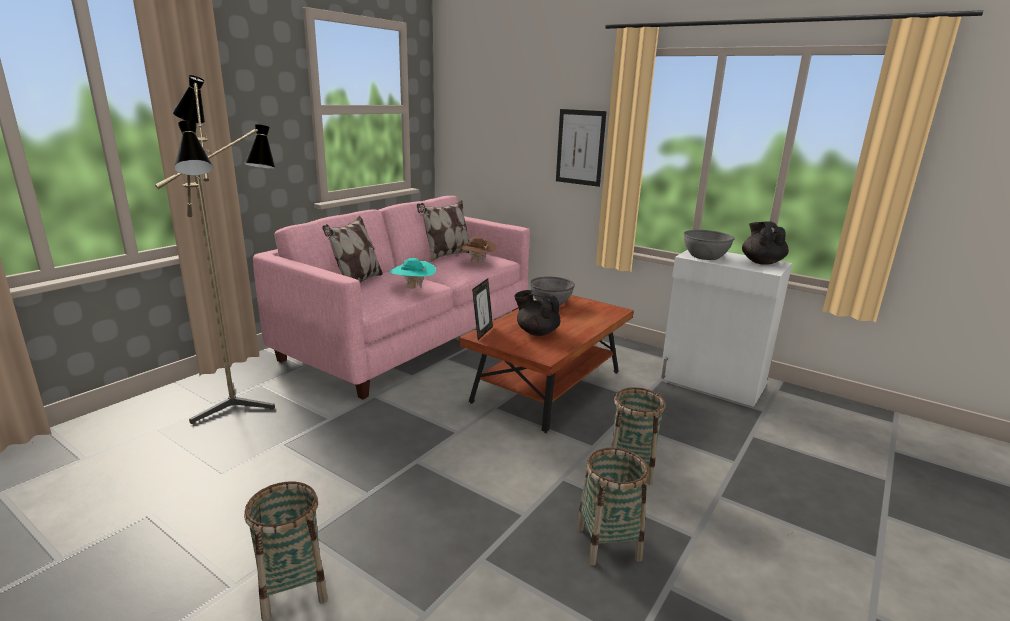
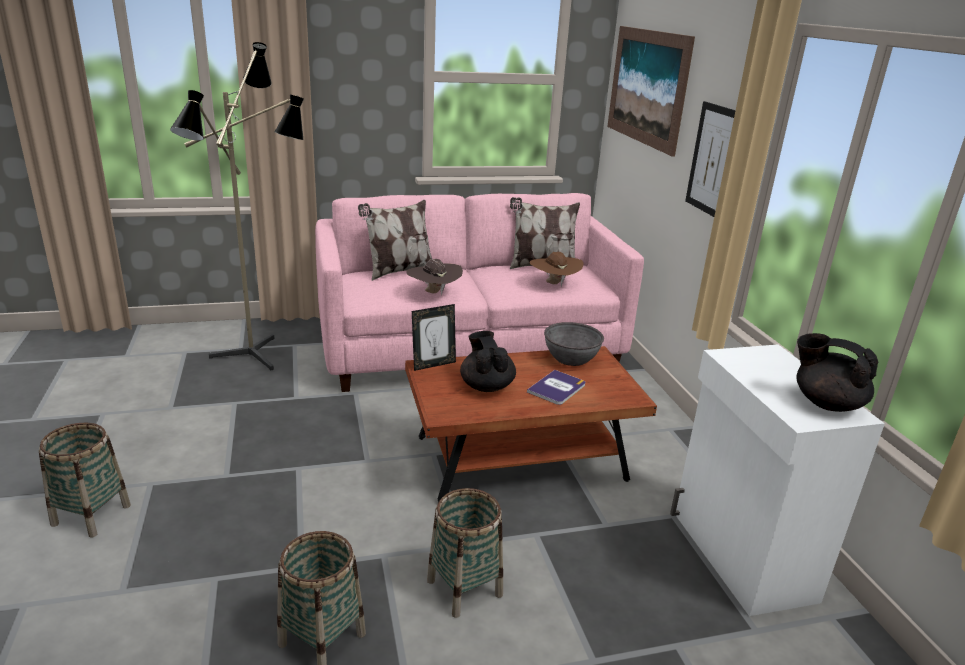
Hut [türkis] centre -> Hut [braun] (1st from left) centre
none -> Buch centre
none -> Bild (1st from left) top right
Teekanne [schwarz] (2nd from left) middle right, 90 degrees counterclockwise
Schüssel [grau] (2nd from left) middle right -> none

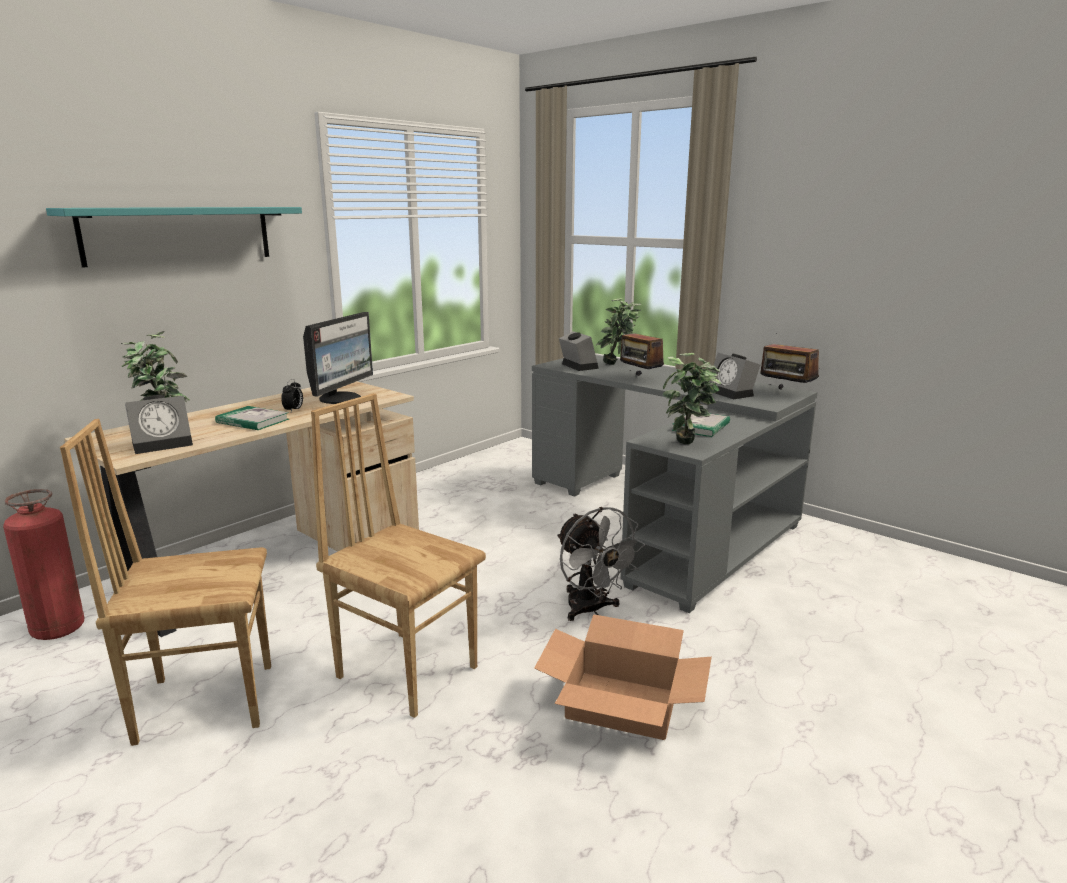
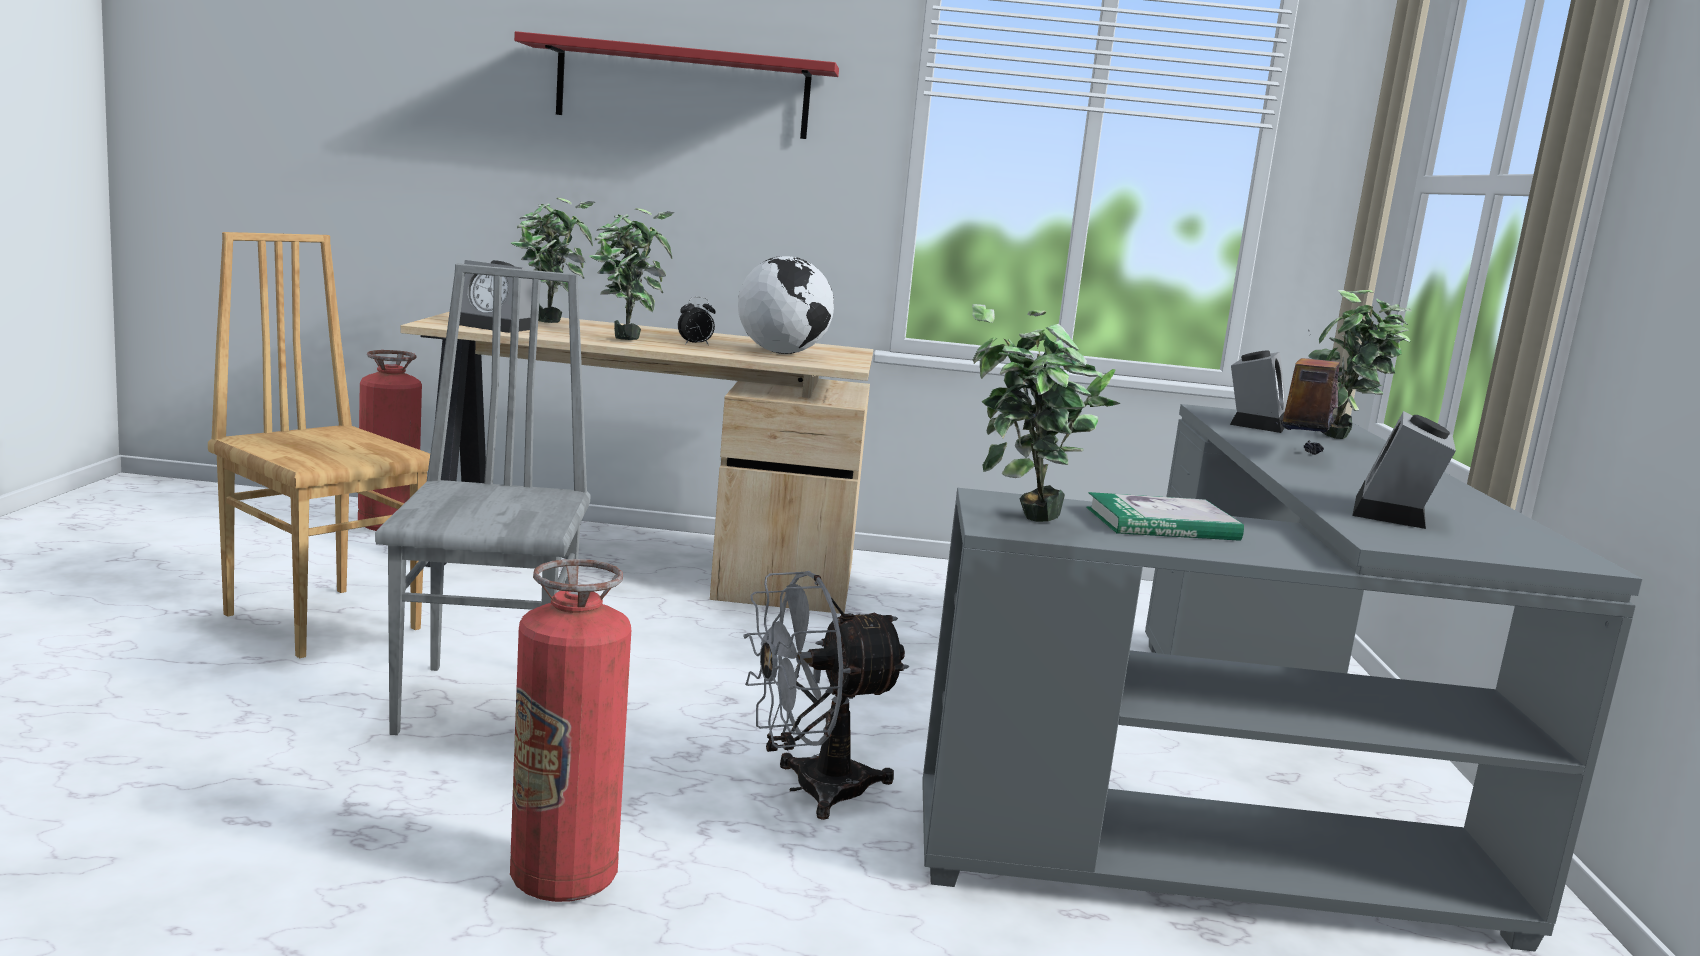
Stuhl [braun] (2nd from left) centre -> Stuhl [grau] middle left
Karton bottom centre -> Feuerlöscher (2nd from left) bottom centre
Wandregal [türkis] top left -> Wandregal [rot] top centre
Buch (1st from left) middle left -> Topfpflanze (2nd from left) top centre
Monitor middle left -> Globus top centre
Ventilator [grau] centre -> Ventilator [grau] bottom centre, 45 degrees clockwise
Radio (2nd from left) middle right -> none

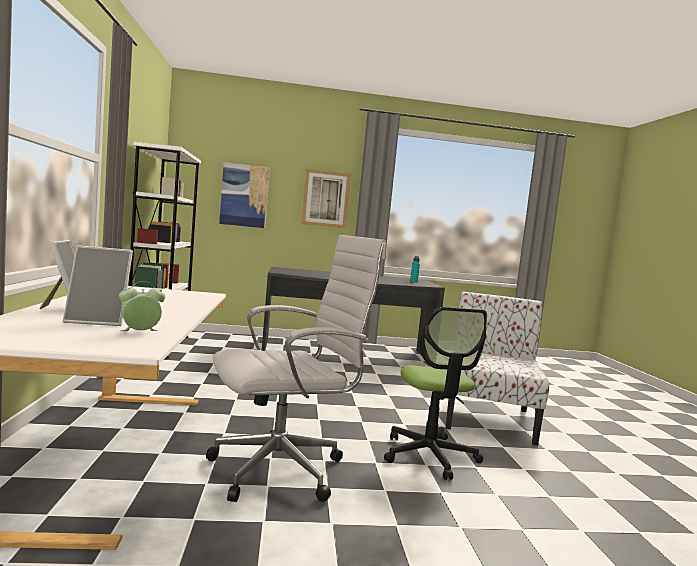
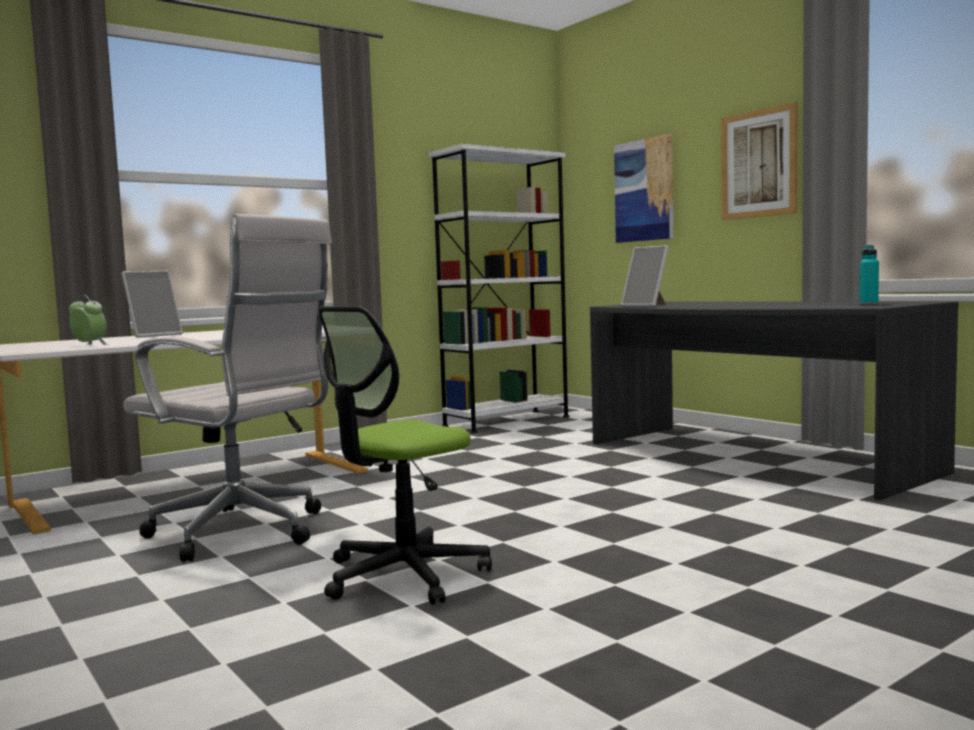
Bilderrahmen (2nd from left) middle left -> Bilderrahmen (2nd from left) centre, move
Stuhl middle right -> none

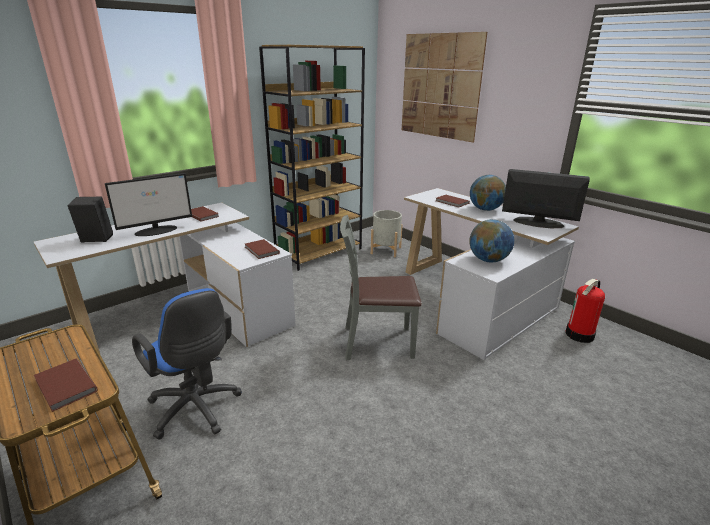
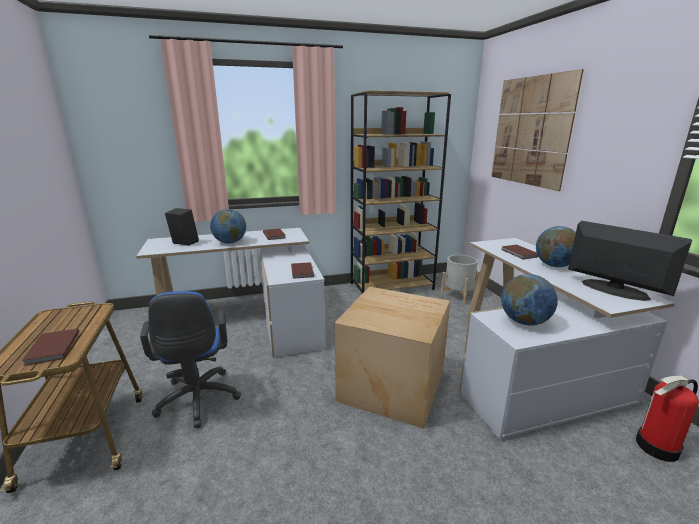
Monitor (1st from left) middle left -> Globus (1st from left) middle left
Stuhl [grau] centre -> Karton bottom centre

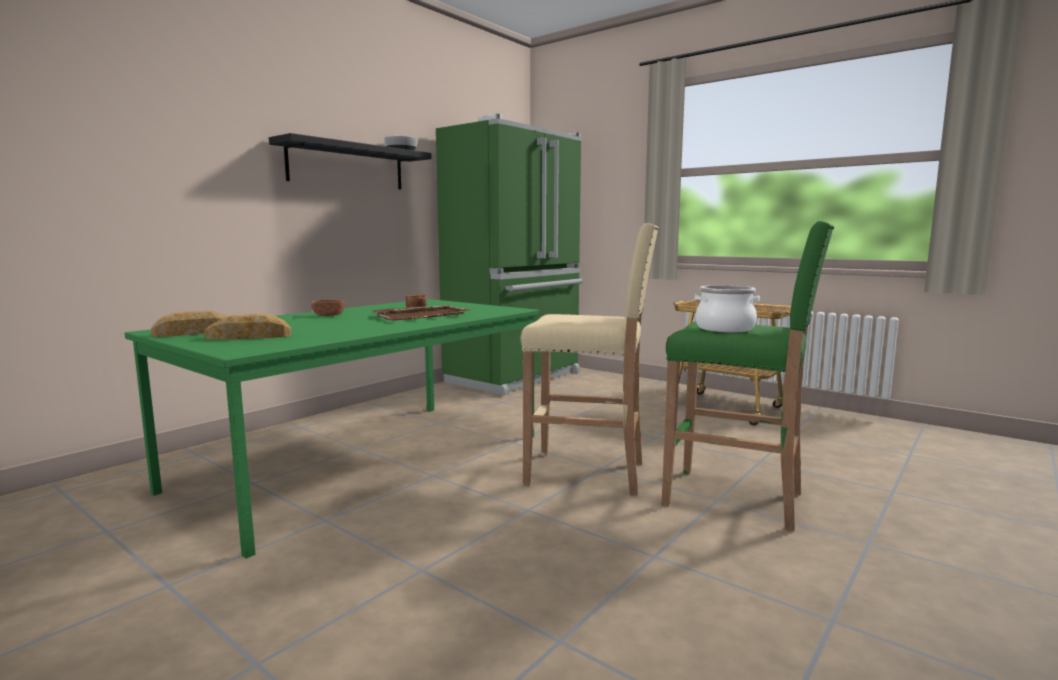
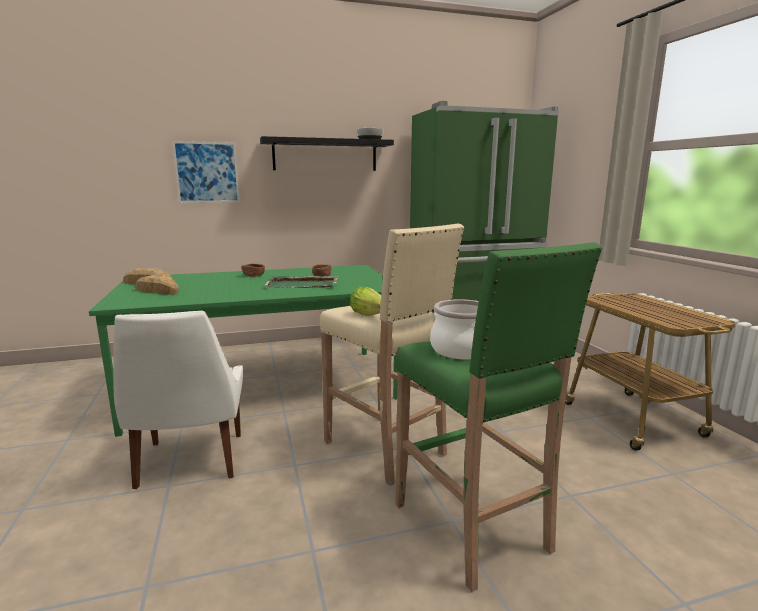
none -> Stuhl [weiß] middle left
none -> Bild top left
Tablett [braun] centre -> Tablett [grün] centre
none -> Salatkopf centre

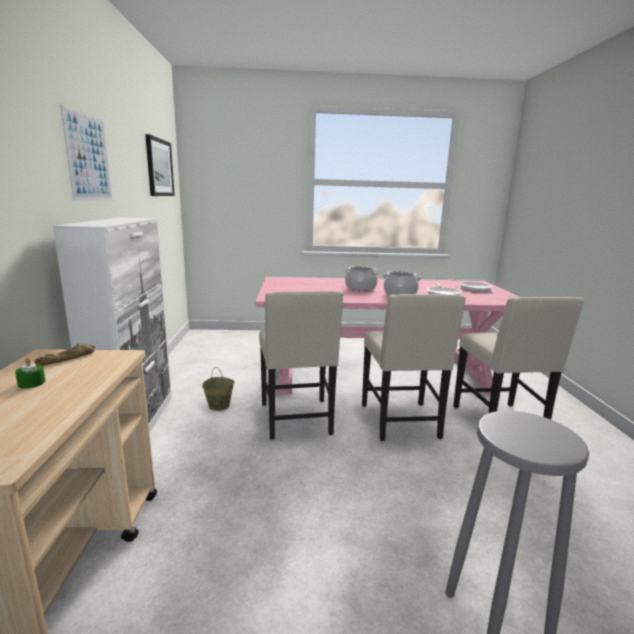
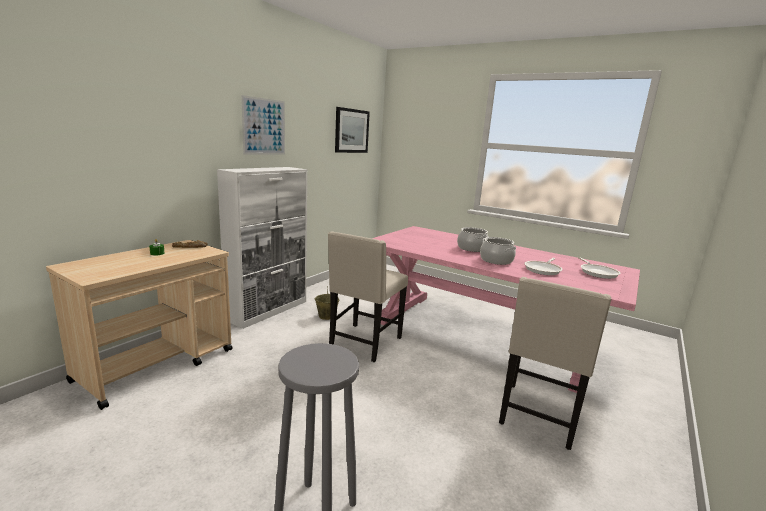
Stuhl [beige] (2nd from left) centre -> none

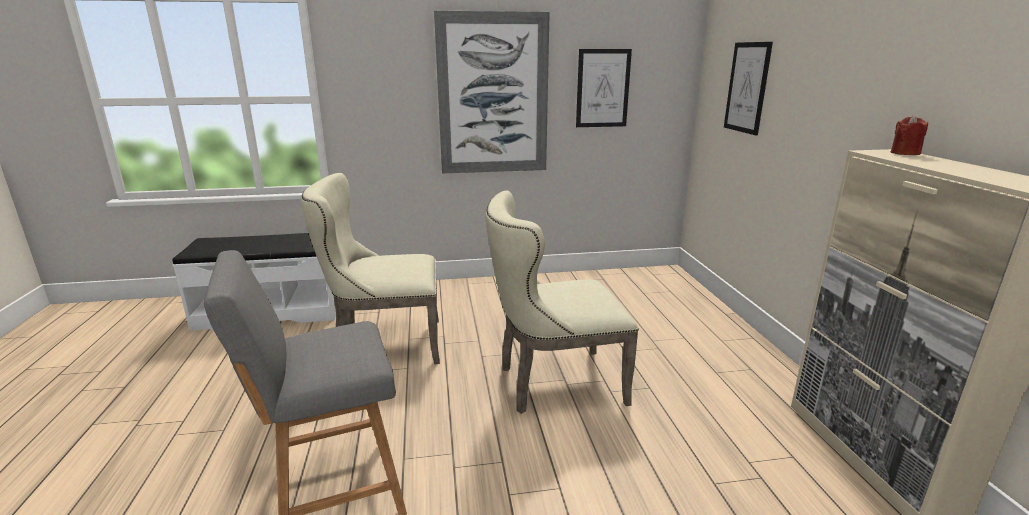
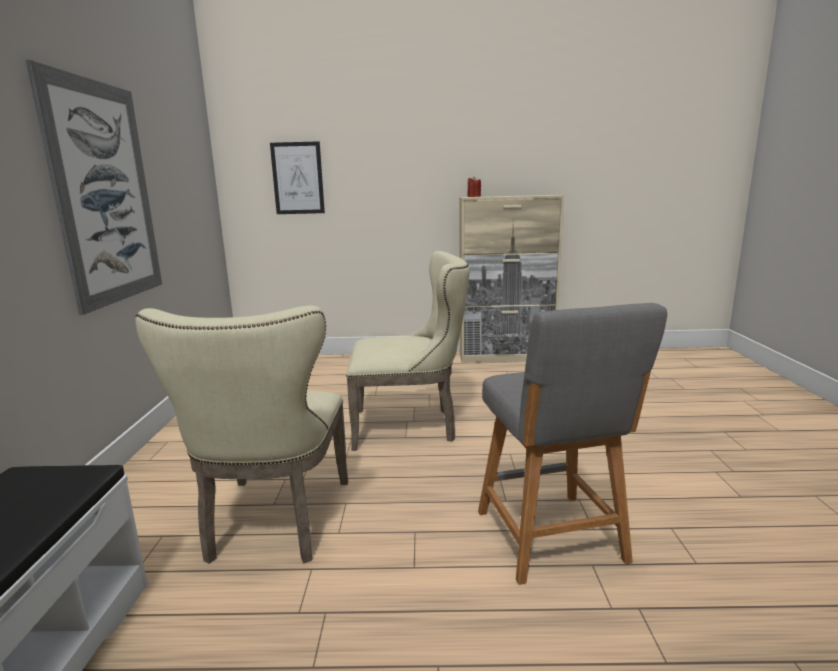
Stuhl [beige] (2nd from left) centre, 90 degrees counterclockwise
Bild (2nd from left) top centre -> none

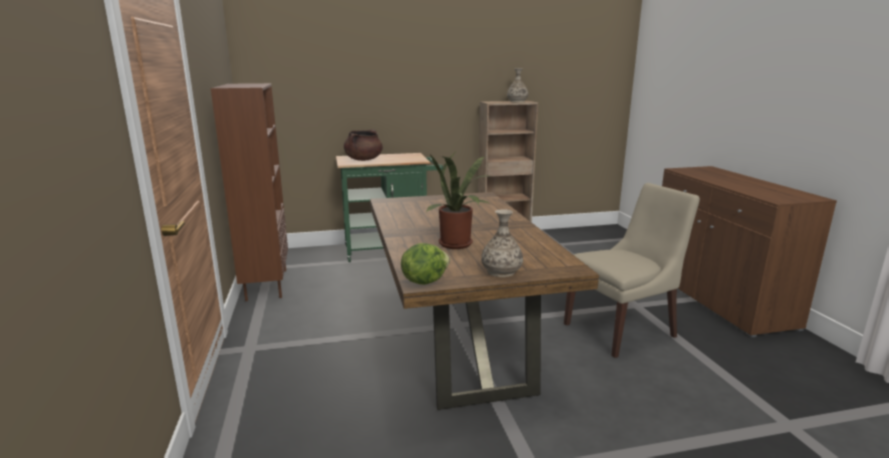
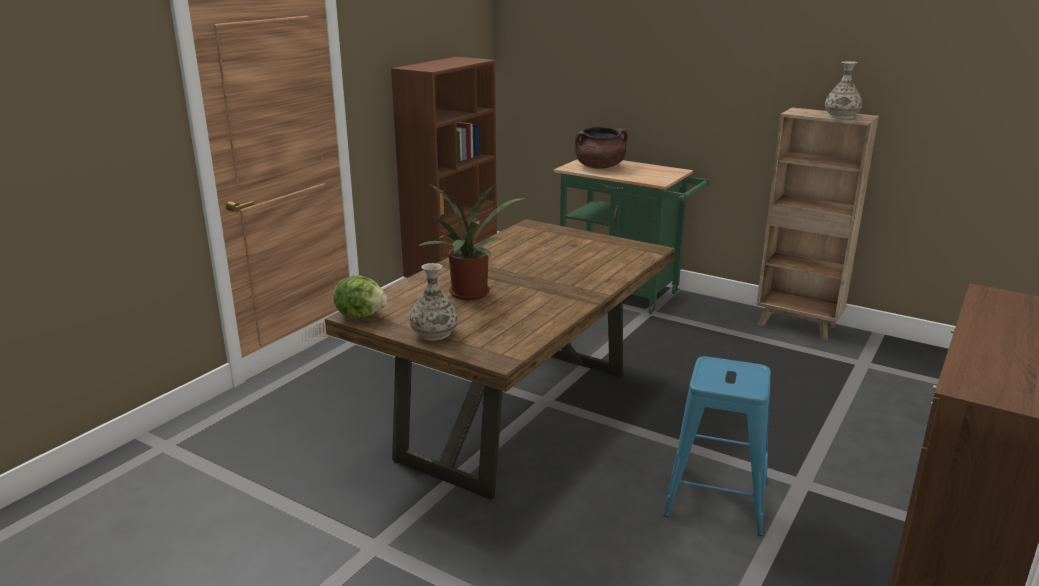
Stuhl [beige] middle right -> Hocker [blau] bottom right

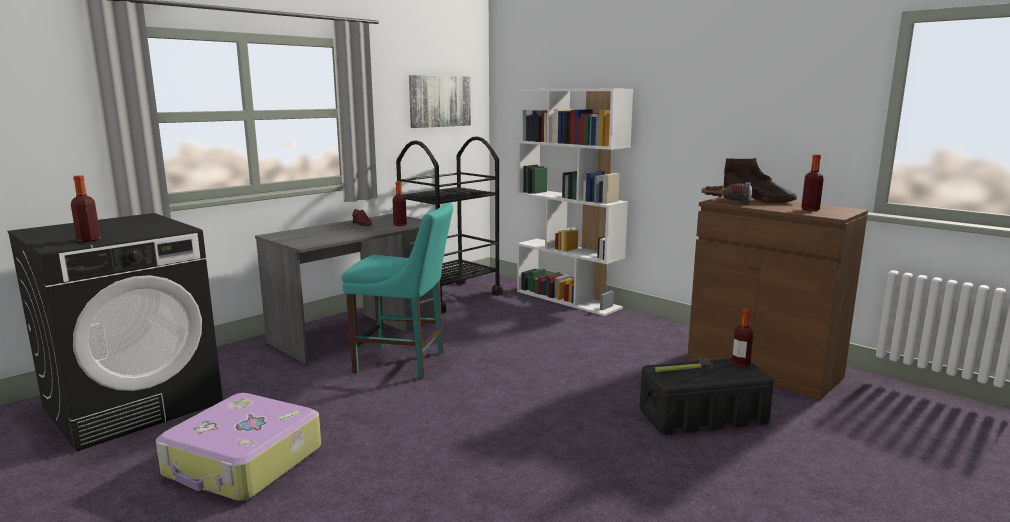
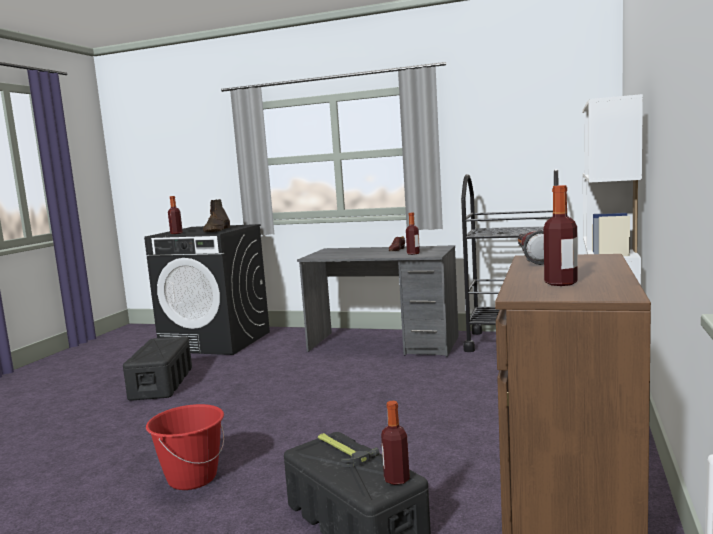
Koffer bottom left -> Aufbewahrungsbox [schwarz] (1st from left) bottom left
none -> Eimer [rot] bottom left
Stiefel [braun] middle right -> Stiefel [braun] middle left, move
Stuhl [türkis] centre -> none
Bild top centre -> none

